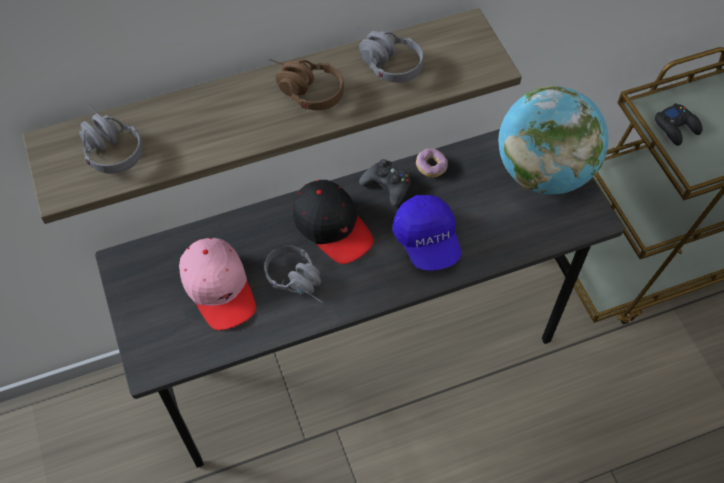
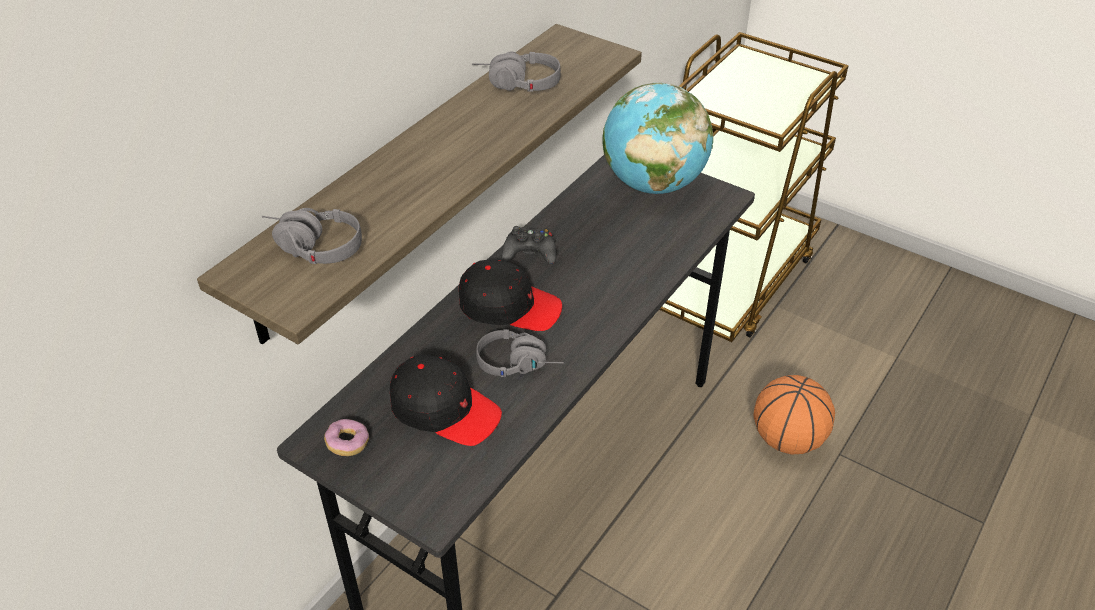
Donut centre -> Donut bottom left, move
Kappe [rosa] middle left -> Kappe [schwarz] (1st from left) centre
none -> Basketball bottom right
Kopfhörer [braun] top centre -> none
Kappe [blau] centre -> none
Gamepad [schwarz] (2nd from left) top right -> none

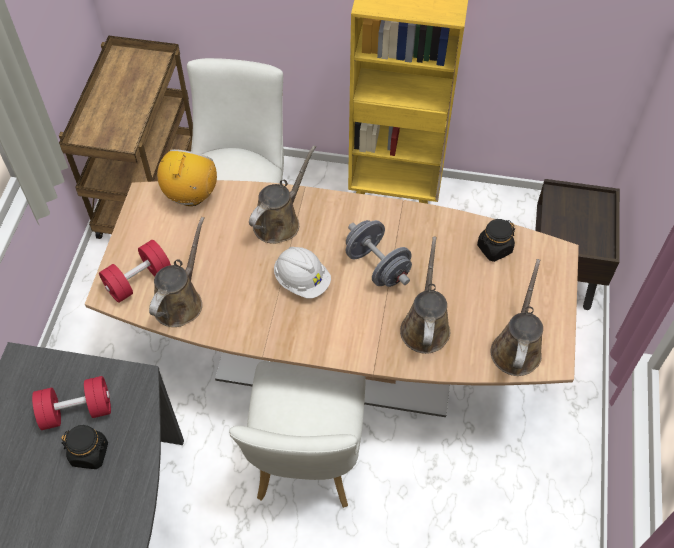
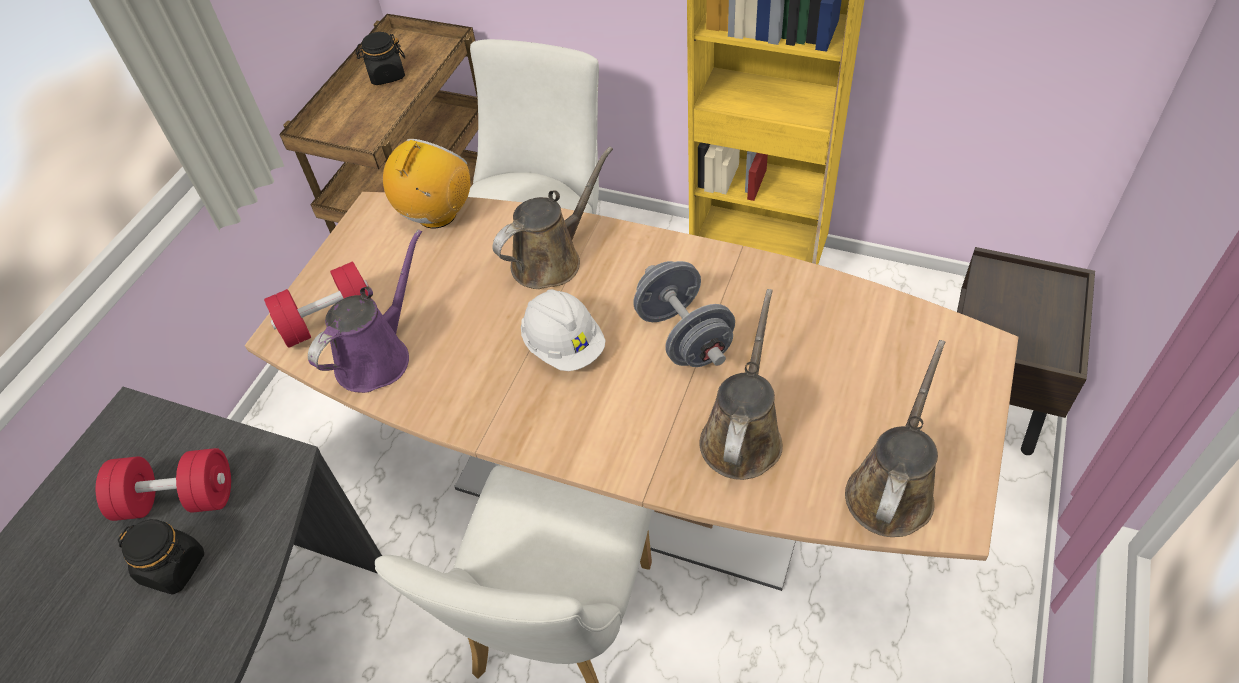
Gießkanne [braun] (1st from left) middle left -> Gießkanne [lila] middle left
Vorratsglas [schwarz] (2nd from left) middle right -> Vorratsglas [schwarz] (2nd from left) top left, move

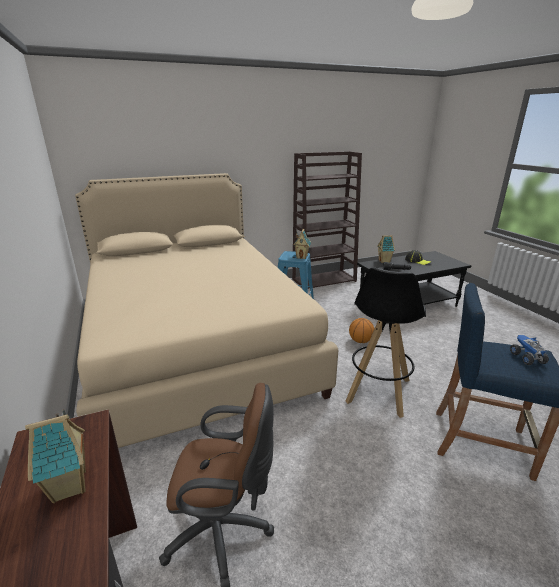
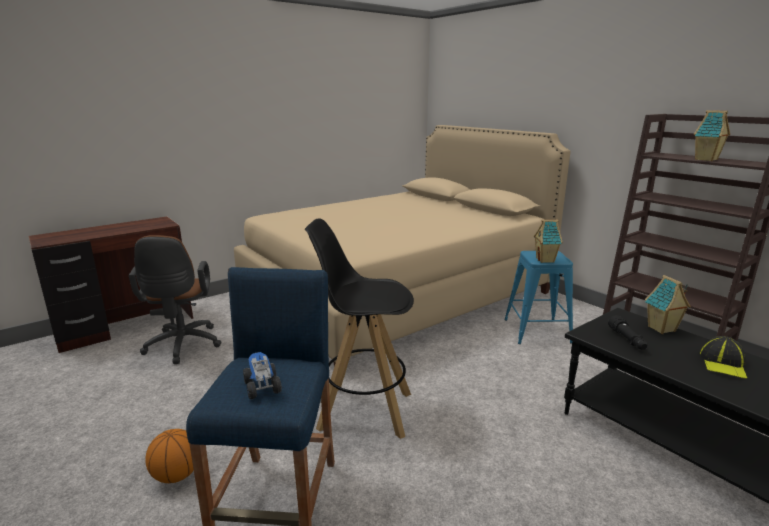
Basketball centre -> Basketball bottom left, move
Spielzeuglaster middle right -> Spielzeuglaster bottom centre, 90 degrees counterclockwise
Spielzeughaus (1st from left in the first image) bottom left -> Spielzeughaus (3rd from left) top right, move

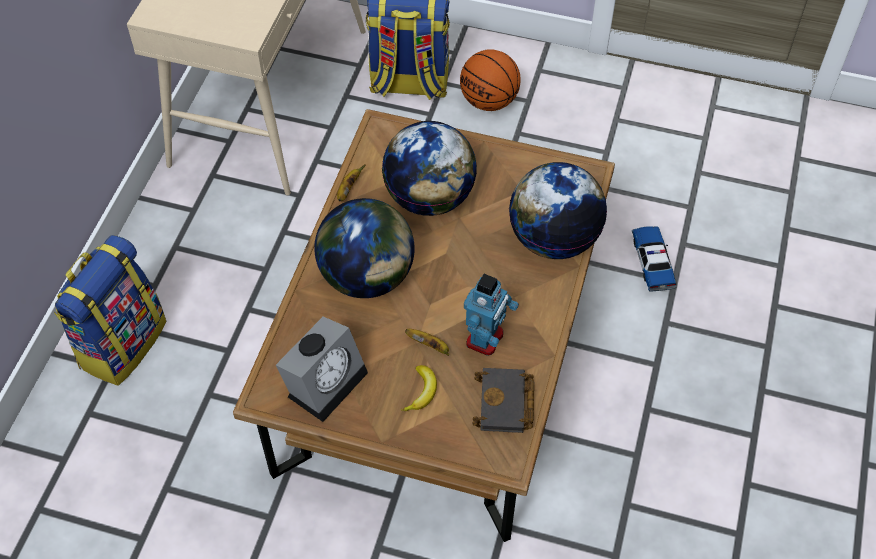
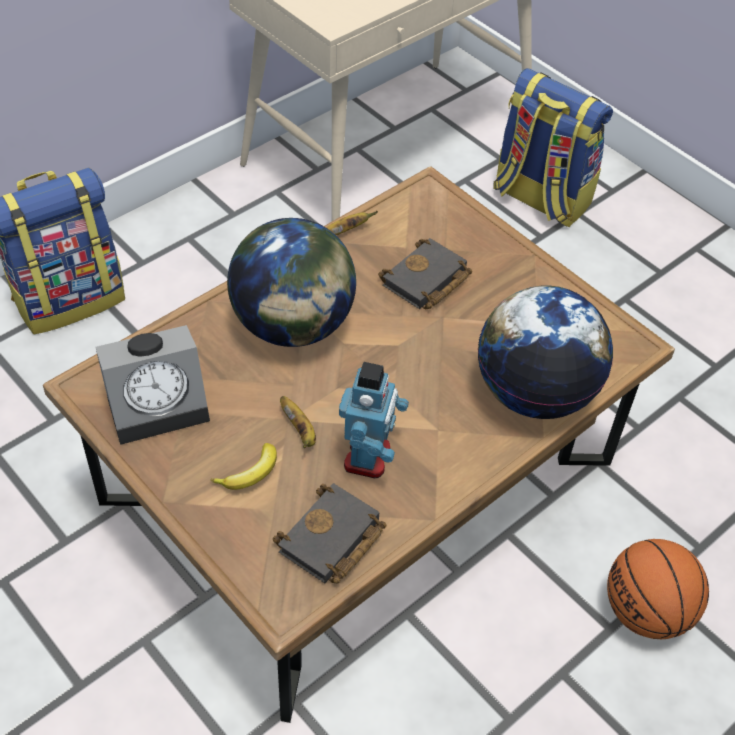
Spielzeugroboter centre, 45 degrees counterclockwise
Globus (2nd from left) top centre -> Buch [schwarz] (2nd from left) centre
Basketball top centre -> Basketball bottom right, move
Spielzeugauto middle right -> none

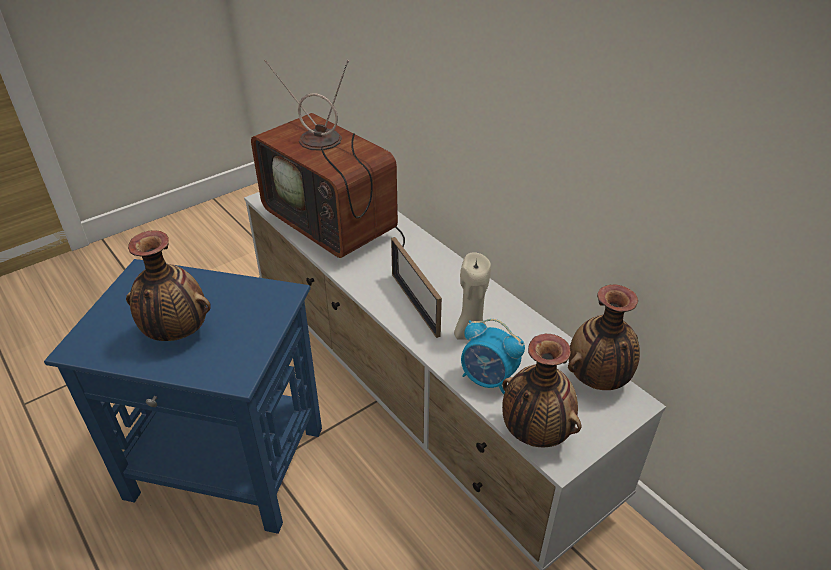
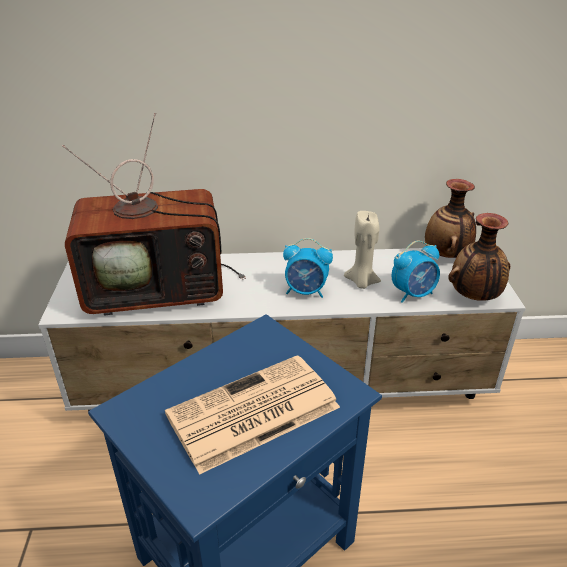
Vase (1st from left) middle left -> Zeitung bottom centre
Bilderrahmen centre -> Wecker (1st from left) centre

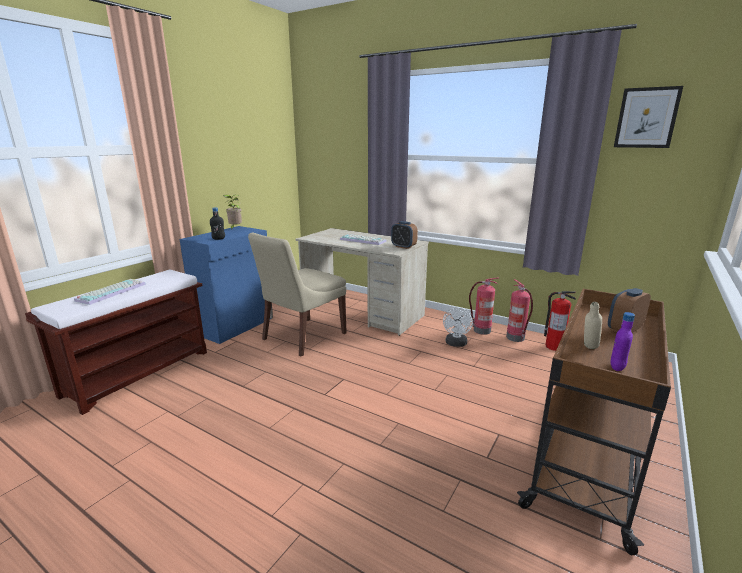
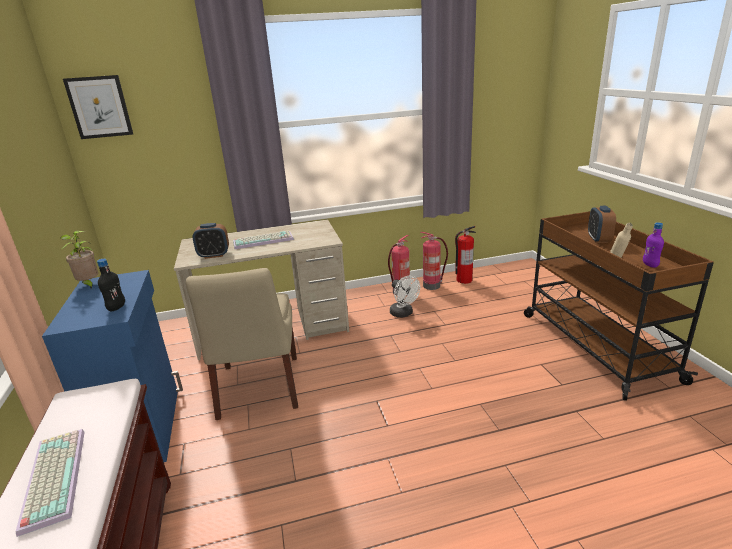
Bild top right -> Bild top left, move
Wecker (1st from left) centre -> Wecker (1st from left) middle left, move

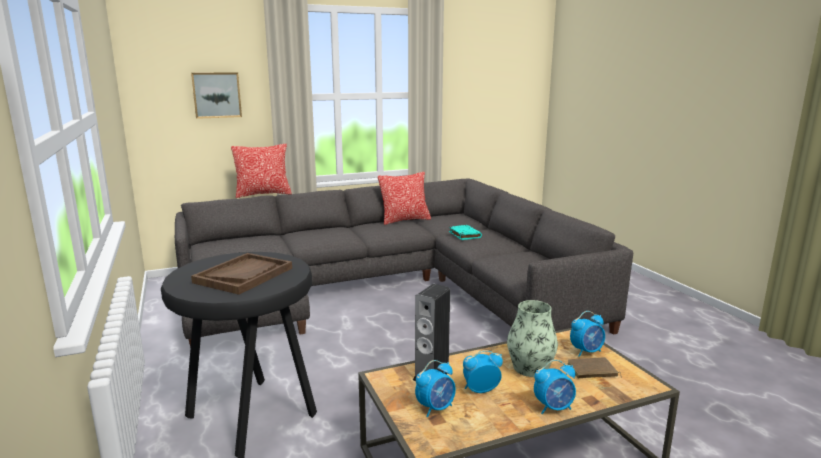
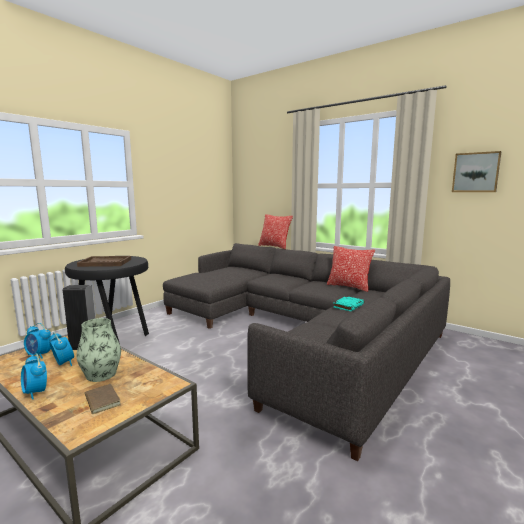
Bild top left -> Bild top right, move
Wecker (4th from left) bottom right -> none

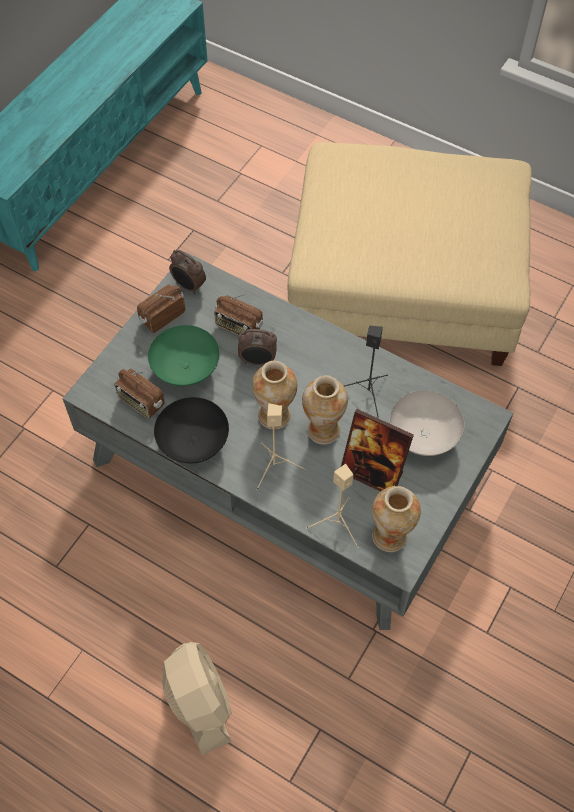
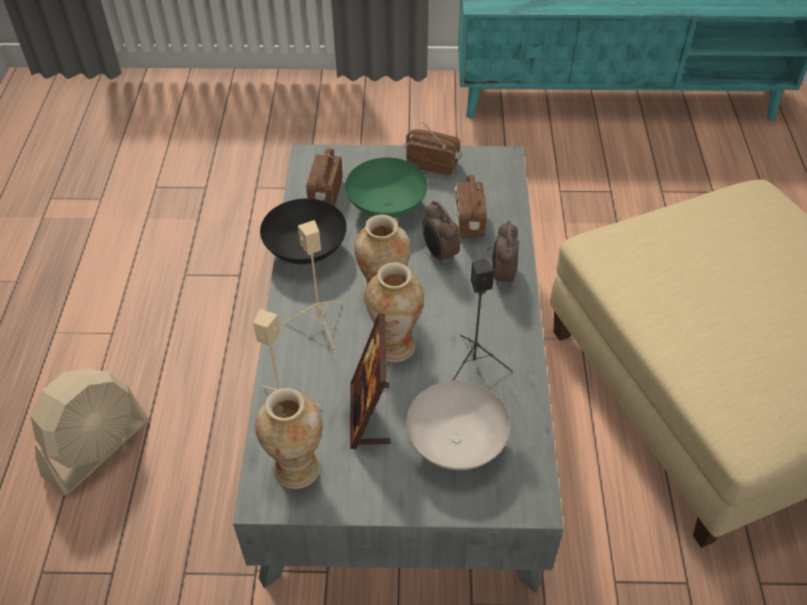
Wecker (1st from left in the first image) middle left -> Wecker (2nd from left) centre, move

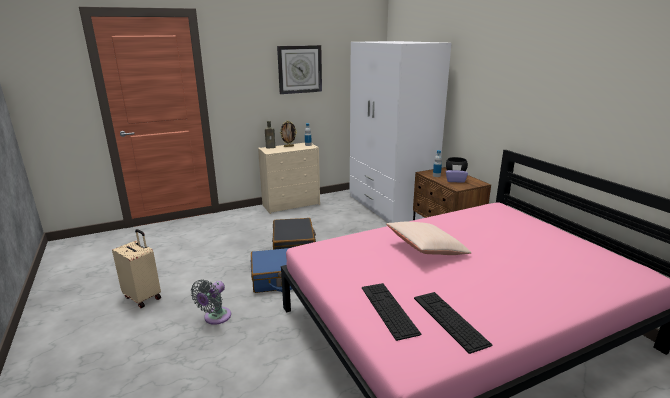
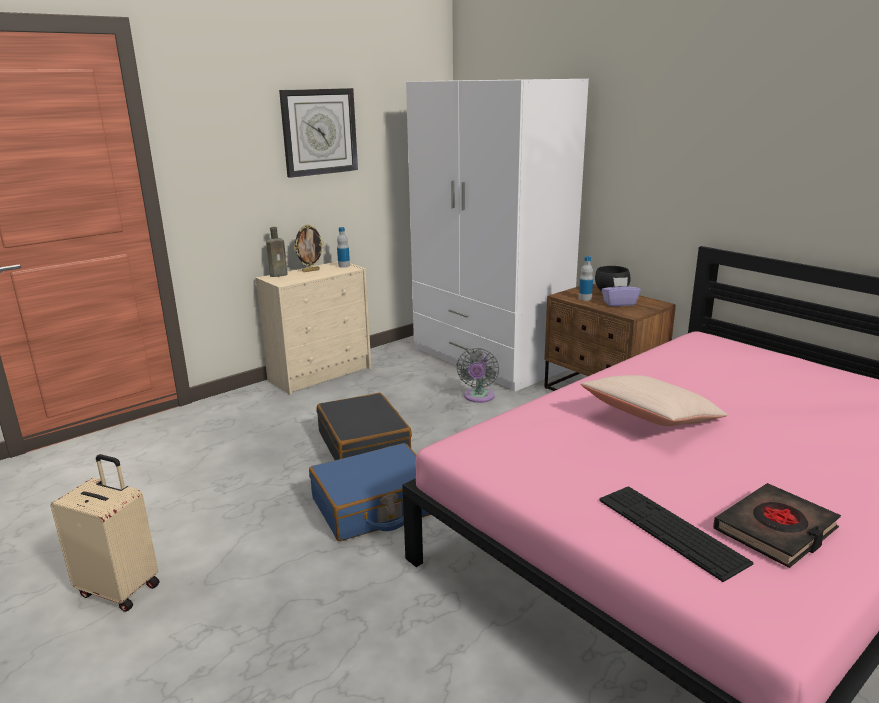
Ventilator [grau] bottom left -> Ventilator [grau] centre, move
Tastatur (2nd from left) bottom right -> Buch [schwarz] bottom right

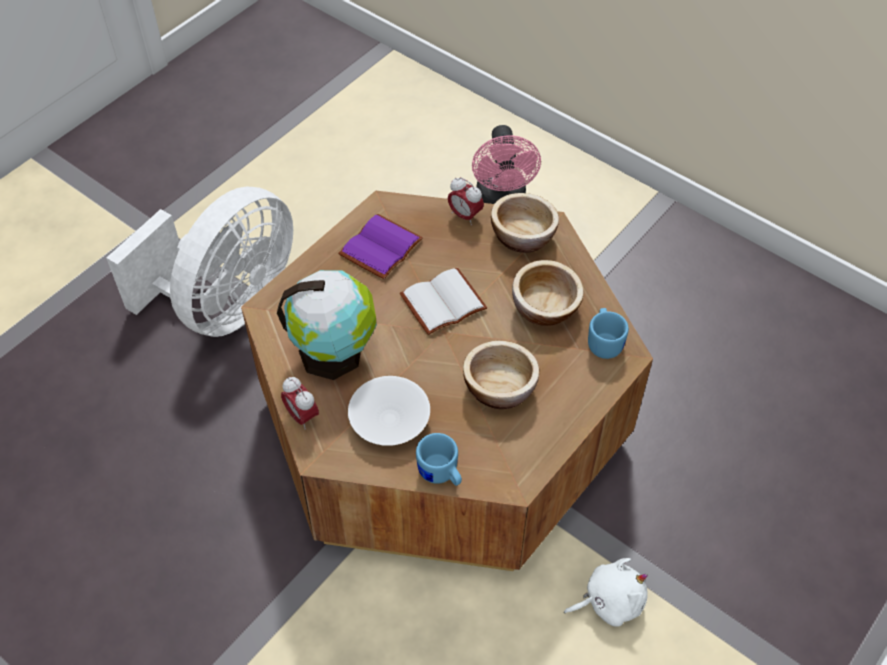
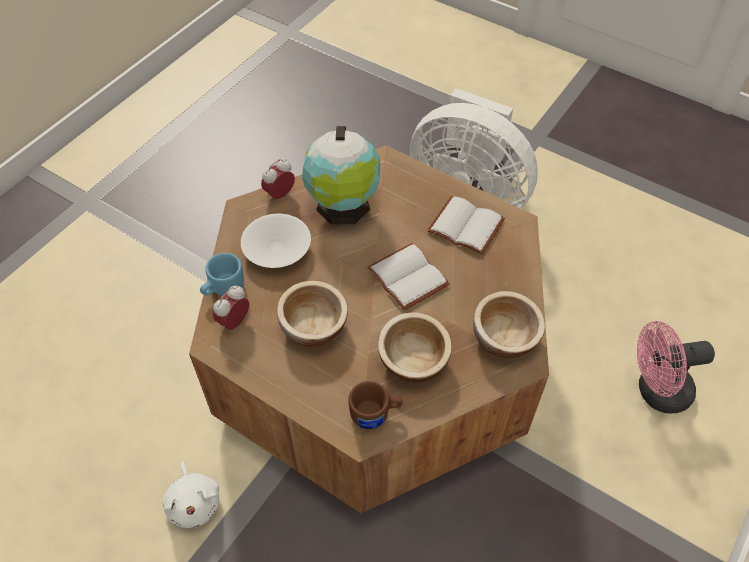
Wecker (2nd from left in the first image) top centre -> Wecker (1st from left) middle left, move
Henkelbecher [blau] (2nd from left) middle right -> Henkelbecher [braun] bottom centre
Buch [lila] centre -> Buch [weiß] (2nd from left) centre

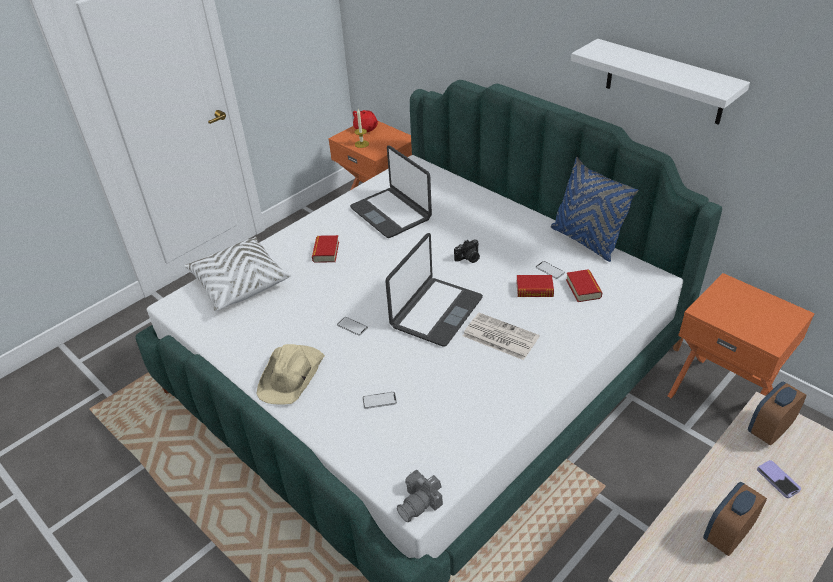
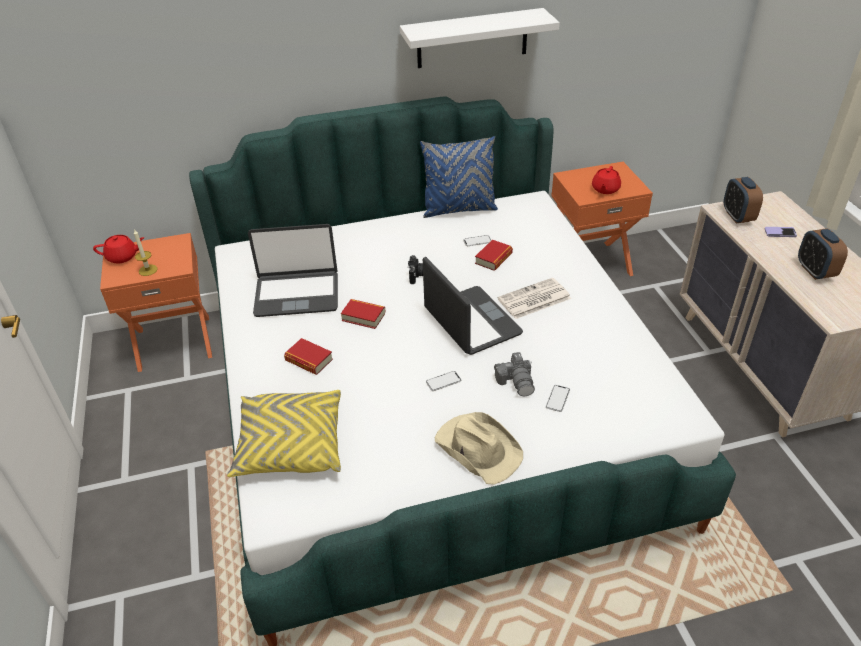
Kissen [weiß] middle left -> Kissen [gelb] bottom left
Buch (3rd from left in the first image) middle right -> Buch (2nd from left) centre, move
Kamera (1st from left in the first image) bottom centre -> Kamera (2nd from left) centre, move
none -> Teekanne [rot] (2nd from left) top right

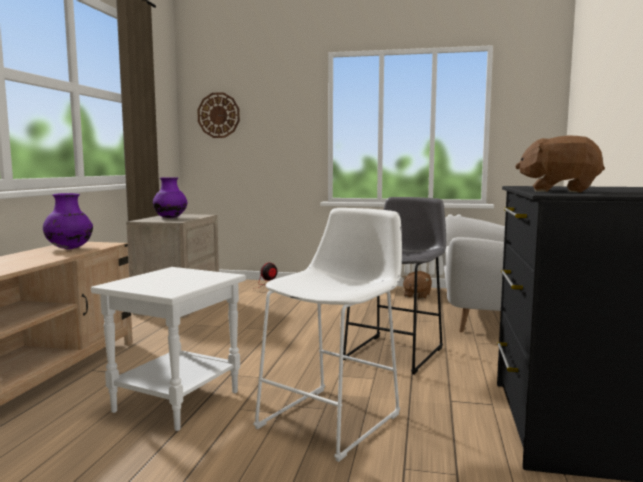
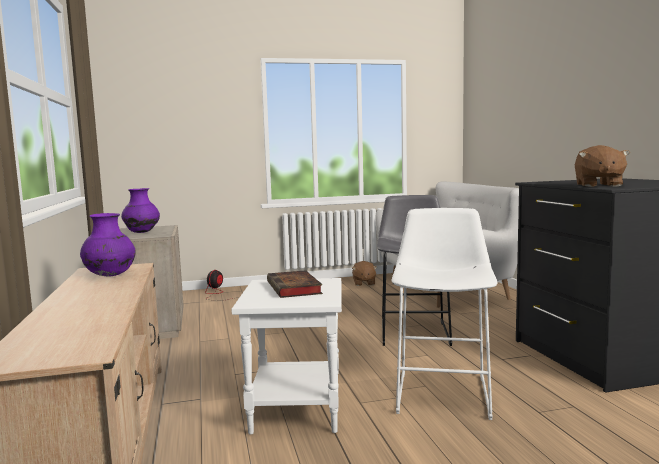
none -> Buch centre
Plüschtier [braun] (2nd from left) middle right, 75 degrees counterclockwise
Wanduhr top centre -> none

